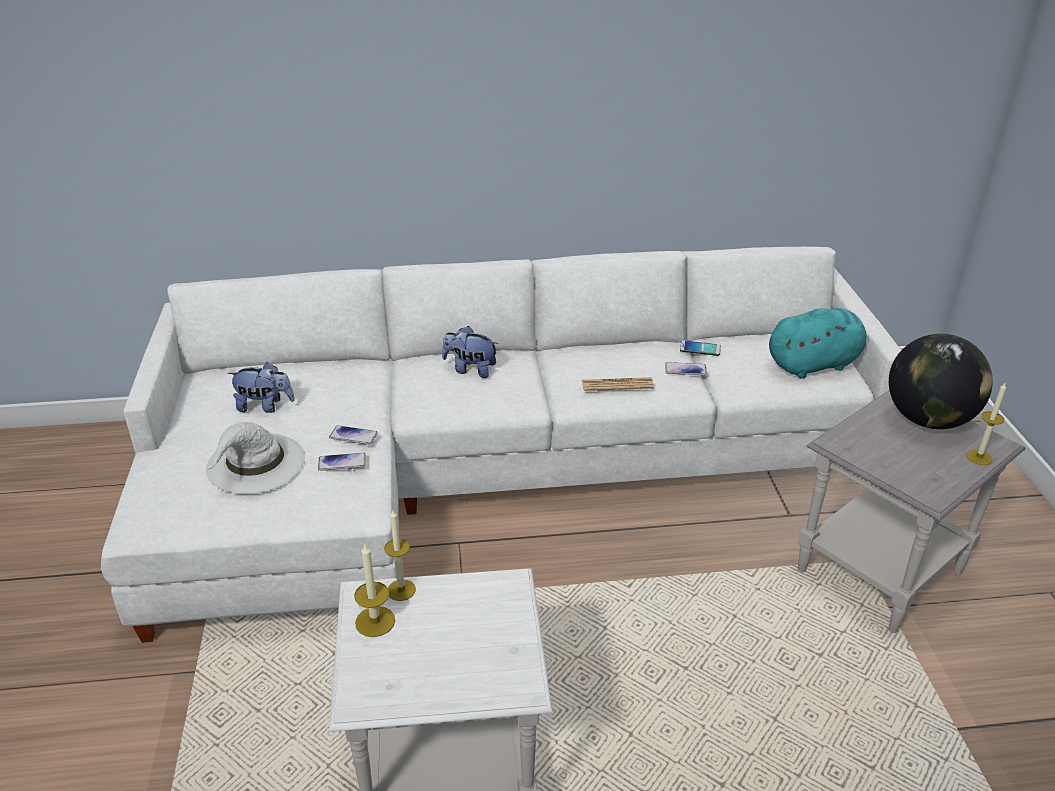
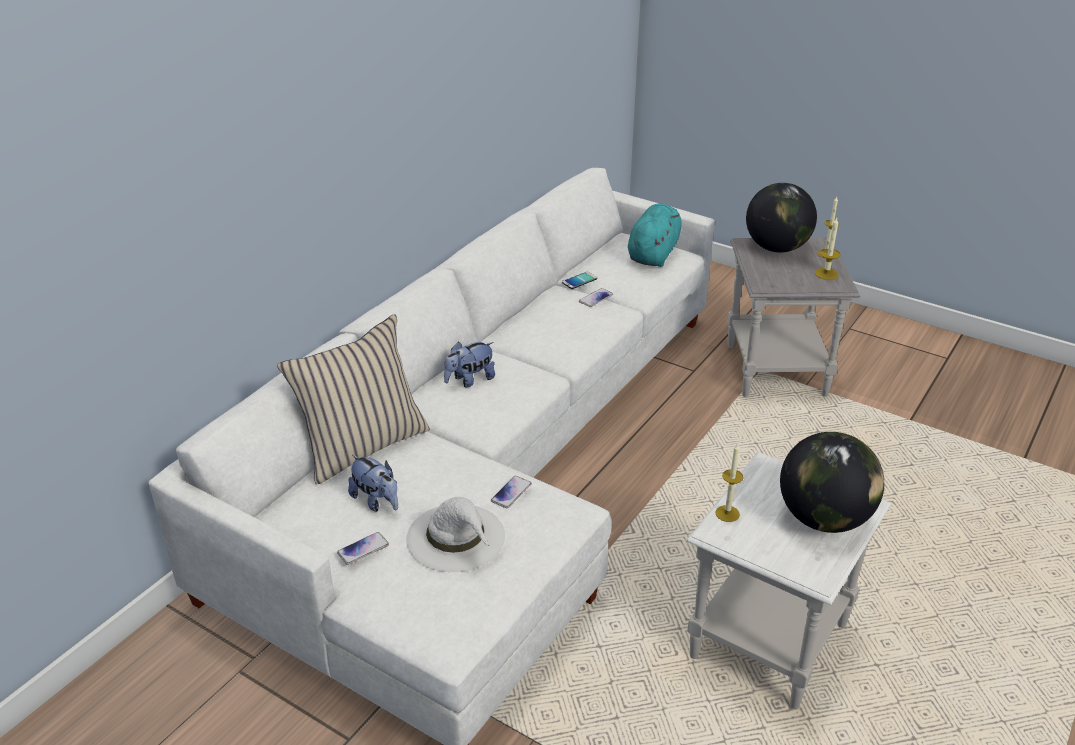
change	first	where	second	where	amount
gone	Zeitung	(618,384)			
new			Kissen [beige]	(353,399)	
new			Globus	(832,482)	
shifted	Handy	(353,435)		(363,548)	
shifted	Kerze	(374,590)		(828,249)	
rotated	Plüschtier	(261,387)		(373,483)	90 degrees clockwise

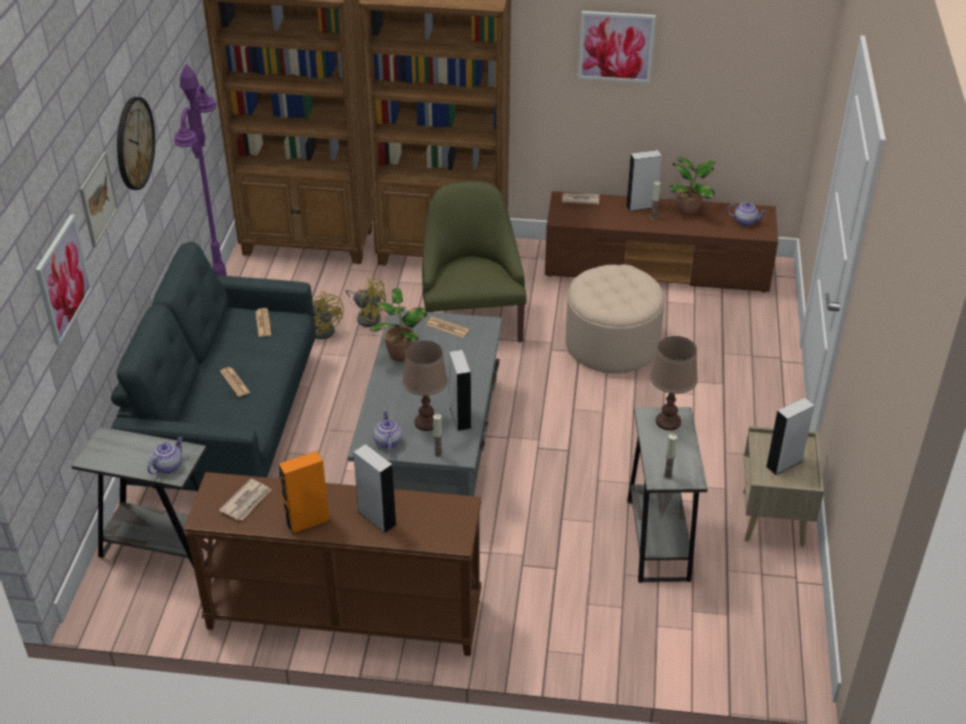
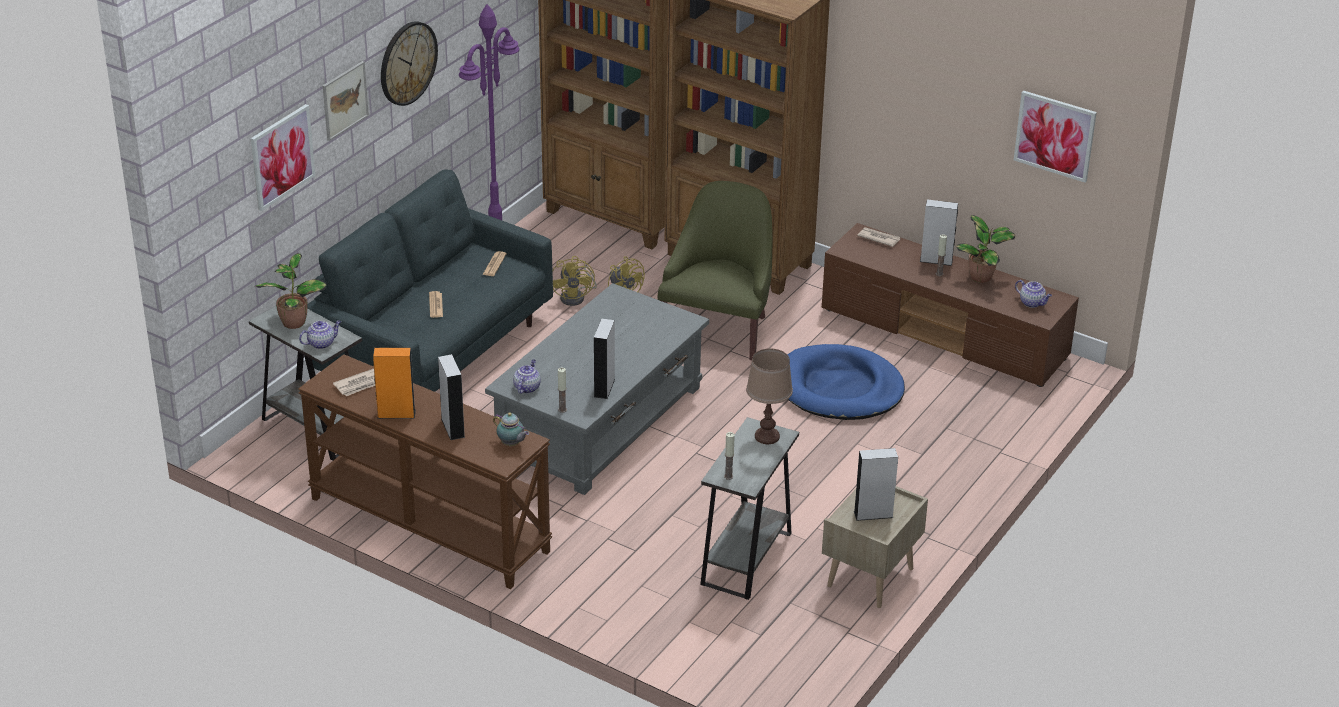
change	first	where	second	where	amount
gone	Tischlampe [braun]	(425,386)			
gone	Zeitung	(447,327)			
new			Teekanne	(511,429)	
shifted	Topfpflanze	(398,324)		(291,291)	
shifted	Bild	(617,47)		(1055,136)	
swapped	Polsterhocker [beige]	(615,319)	Hundebett [blau]	(846,382)	

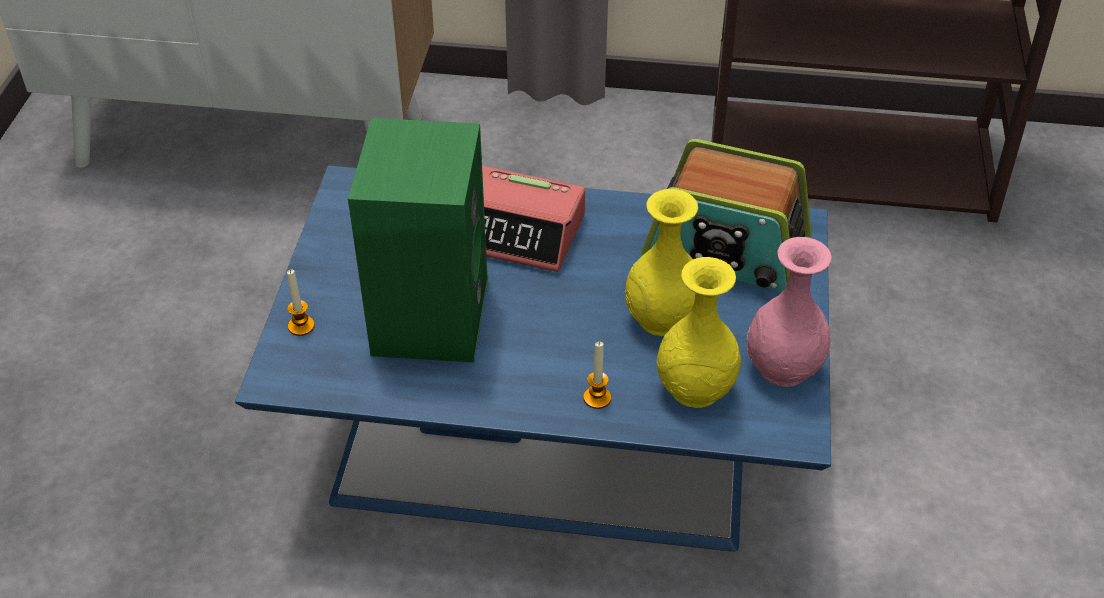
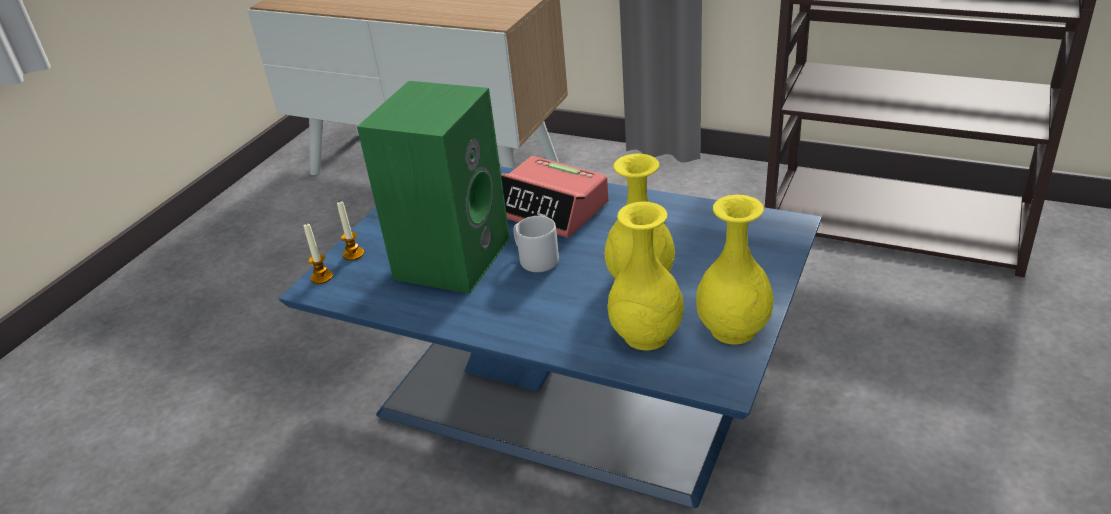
change	first	where	second	where	amount
gone	Radio	(726,215)			
new			Henkelbecher [grau]	(536,244)	
shifted	Kerze	(597,375)		(318,254)	
repainted	Vase [rosa]	(789,312)	Vase [gelb]	(735,269)	

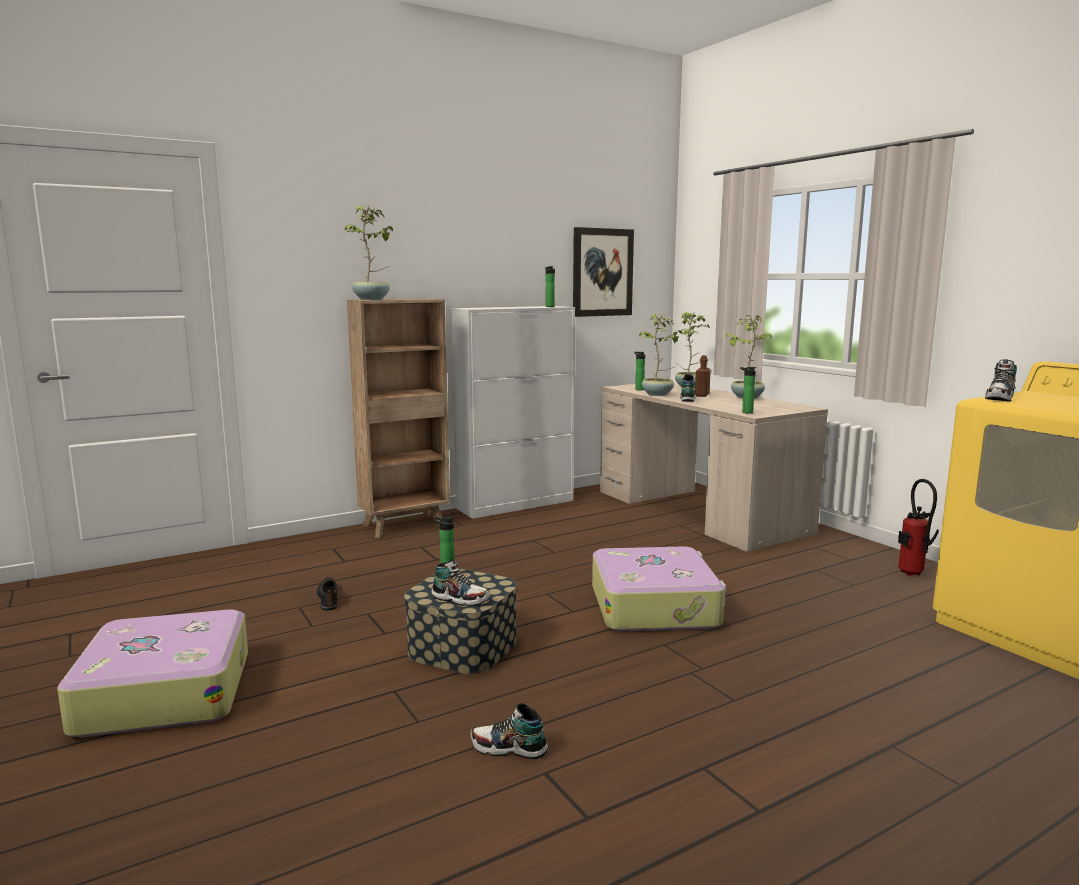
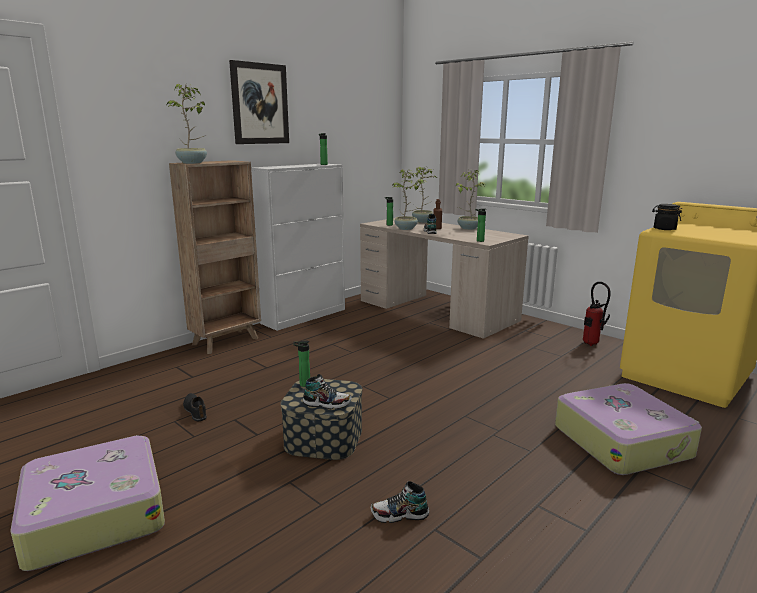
change	first	where	second	where	amount
shifted	Bild	(603,272)		(259,102)	
shifted	Koffer	(659,589)		(628,429)	
swapped	Schuh	(1001,380)	Vorratsglas [schwarz]	(667,217)	

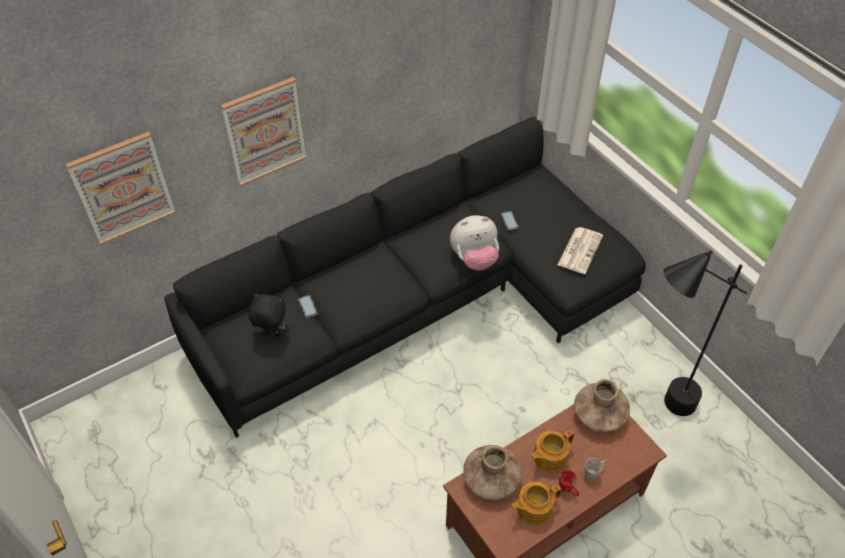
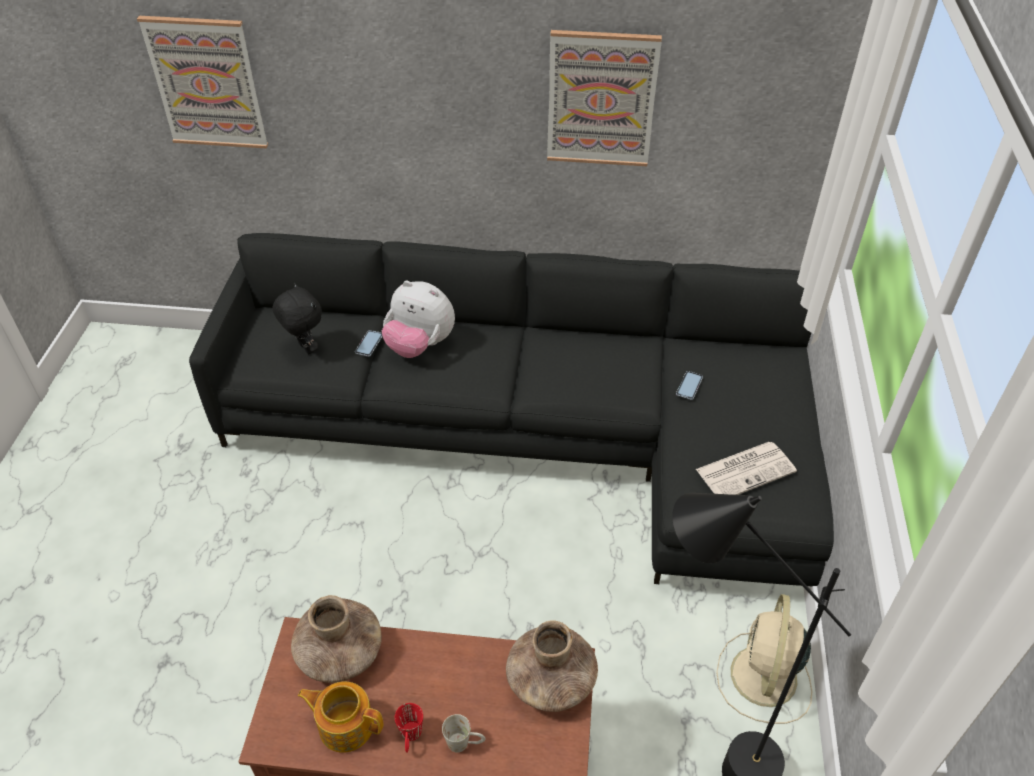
change	first	where	second	where	amount
gone	Teekanne	(552,451)			
new			Ventilator [beige]	(764,659)	
shifted	Bild	(264,131)		(604,98)	
shifted	Plüschtier	(474,243)		(418,319)	

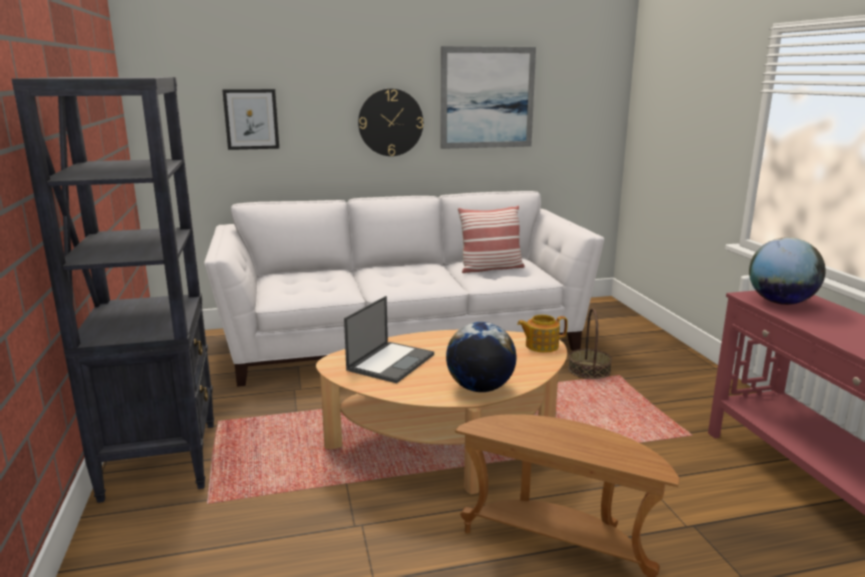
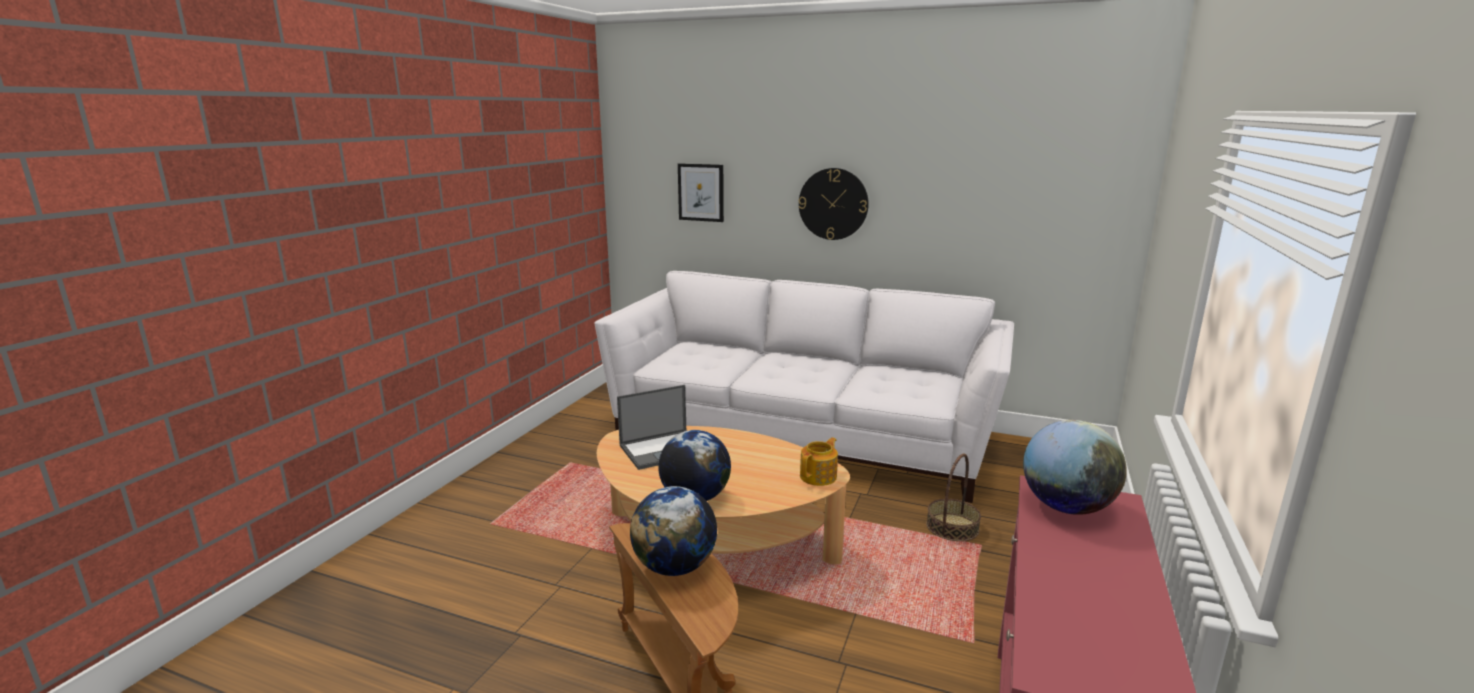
change	first	where	second	where	amount
gone	Bücherregal [schwarz]	(113,290)			
gone	Bild	(488,97)			
gone	Kissen	(491,239)			
new			Globus	(673,531)	
rotated	Teekanne	(542,334)		(819,461)	105 degrees clockwise

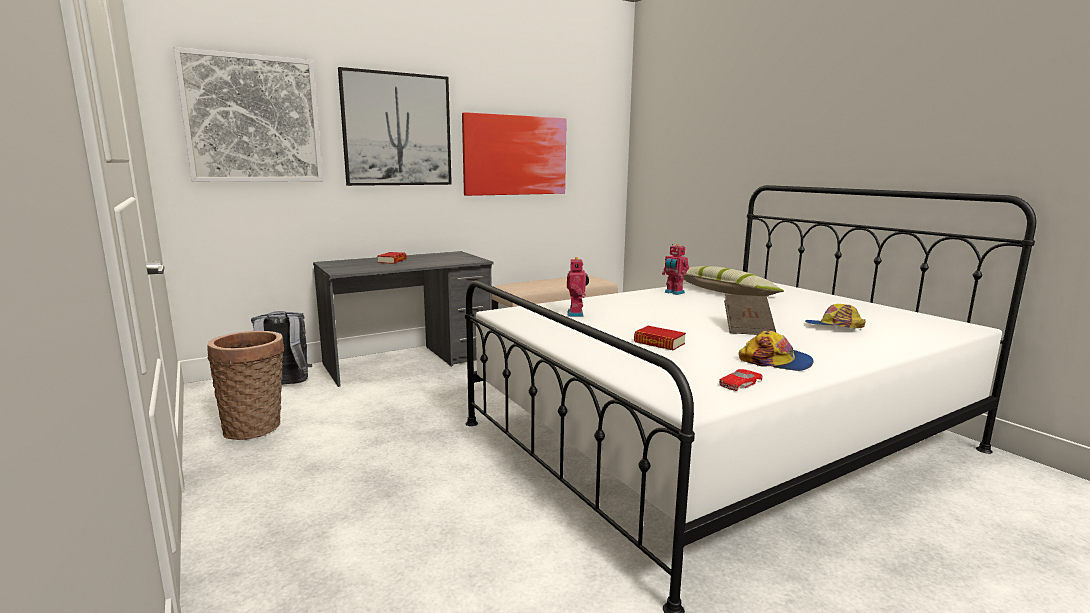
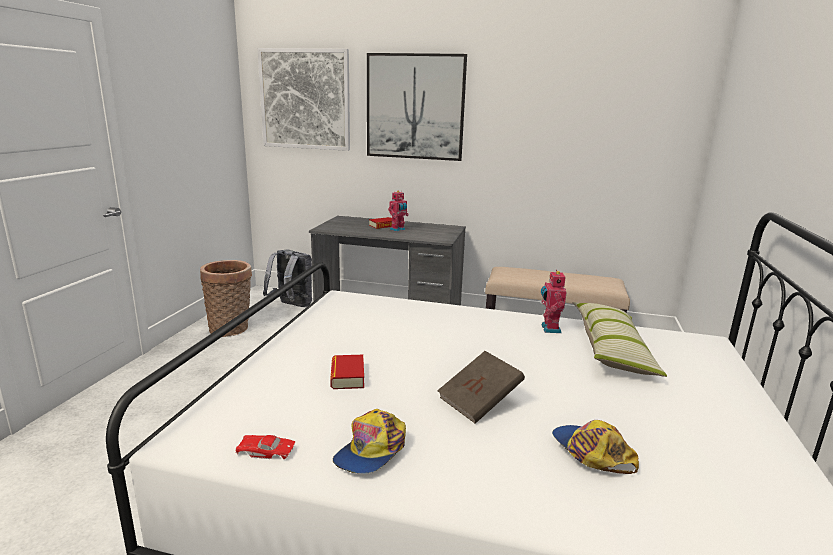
change	first	where	second	where	amount
gone	Bild	(514,154)			
shifted	Spielzeugroboter	(578,287)		(398,211)	
rotated	Kappe	(776,351)		(369,441)	45 degrees clockwise

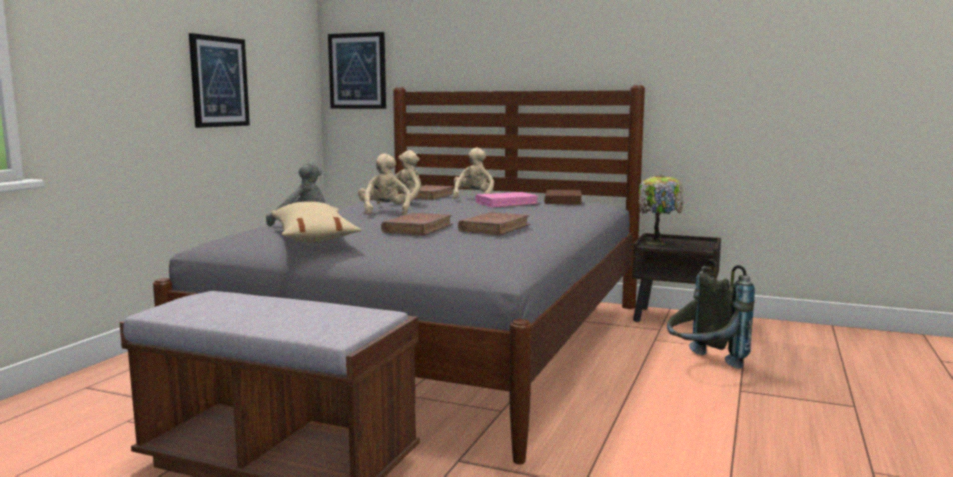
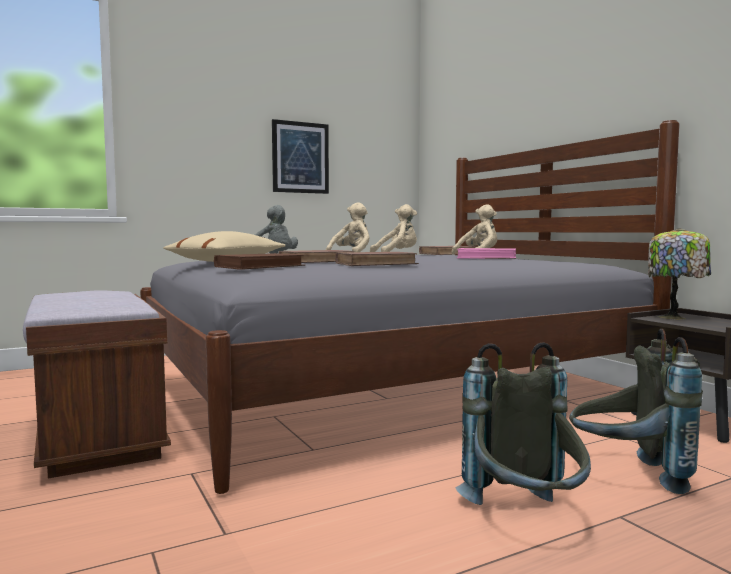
change	first	where	second	where	amount
gone	Bild	(357,70)			
new			Rucksack [grau]	(523,423)	
shifted	Buch [braun]	(563,197)		(259,261)	

